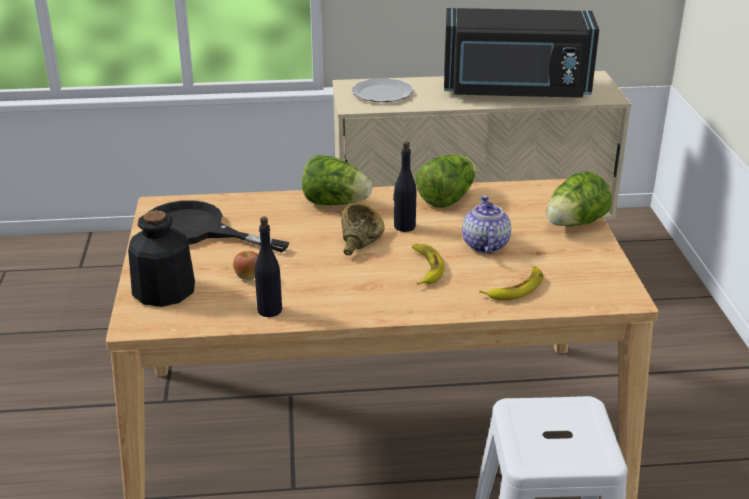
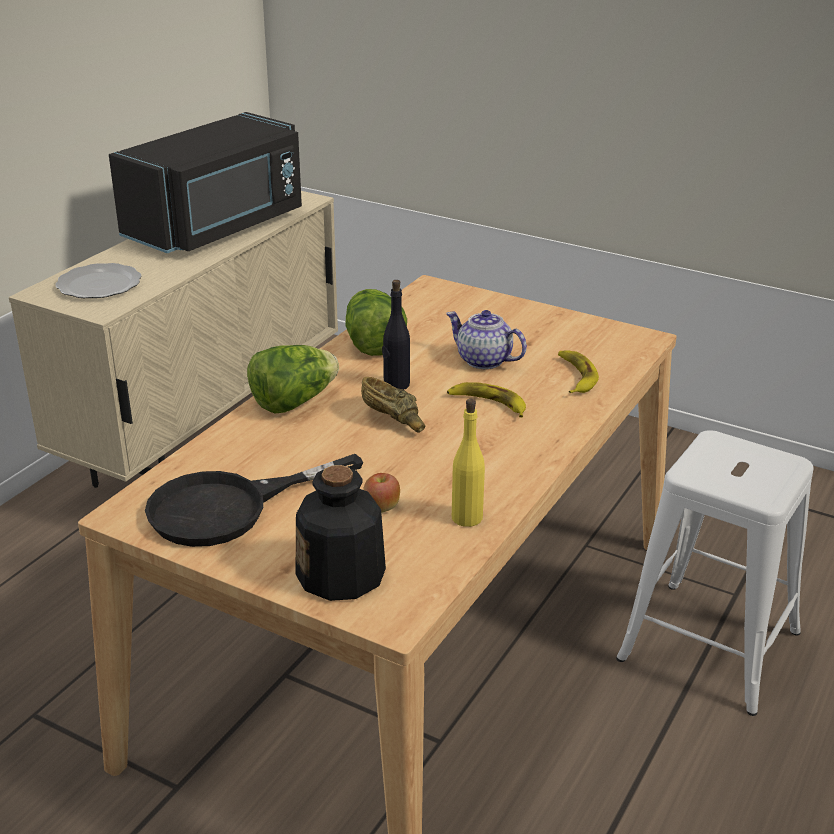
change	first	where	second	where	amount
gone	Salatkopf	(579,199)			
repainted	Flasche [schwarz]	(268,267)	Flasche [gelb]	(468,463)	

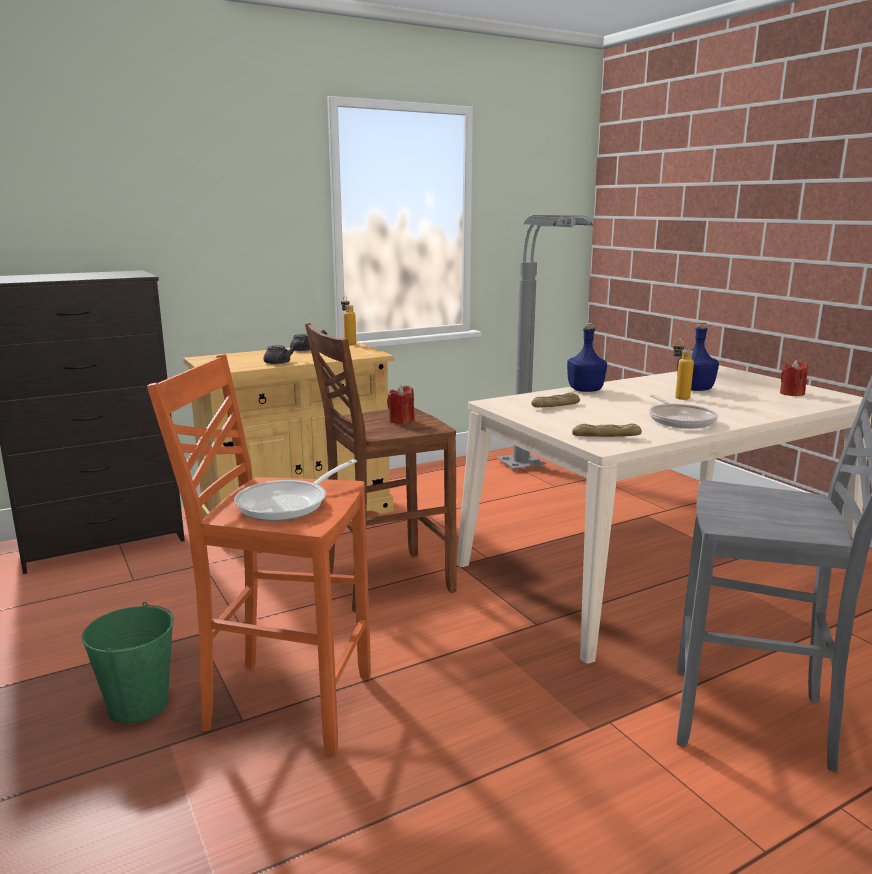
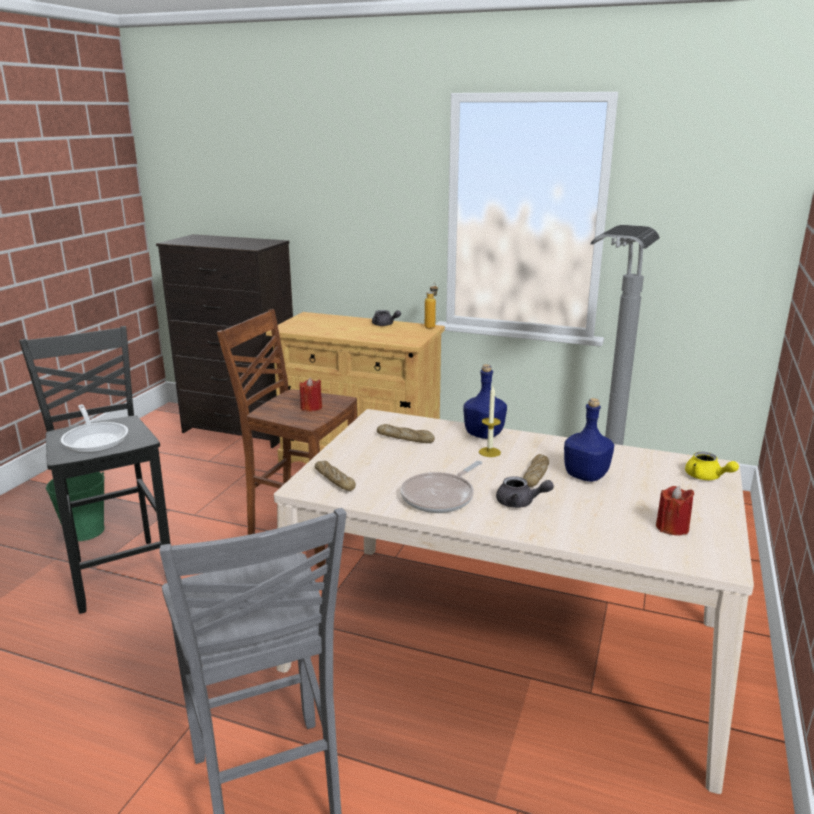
change	first	where	second	where	amount
new			Kerze	(490,421)	
new			Teekanne [gelb]	(712,466)	
shifted	Teekanne [grau]	(282,352)		(525,492)	
swapped	Flasche	(683,369)	Brot	(536,470)	
repainted	Hocker [orange]	(259,555)	Hocker [schwarz]	(94,470)	
rotated	Pfanne	(295,490)		(94,429)	120 degrees counterclockwise

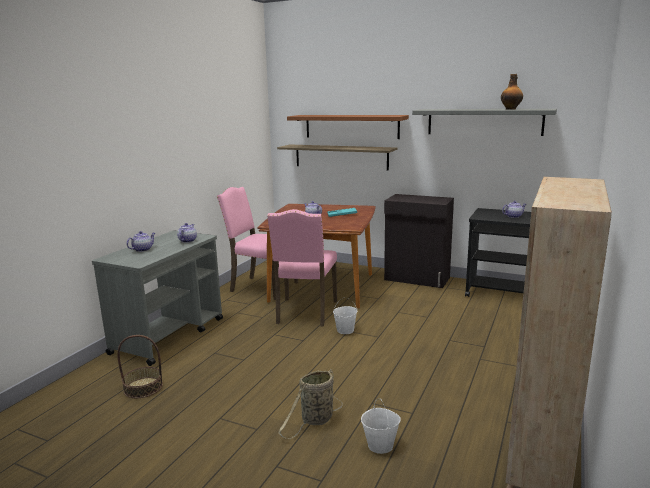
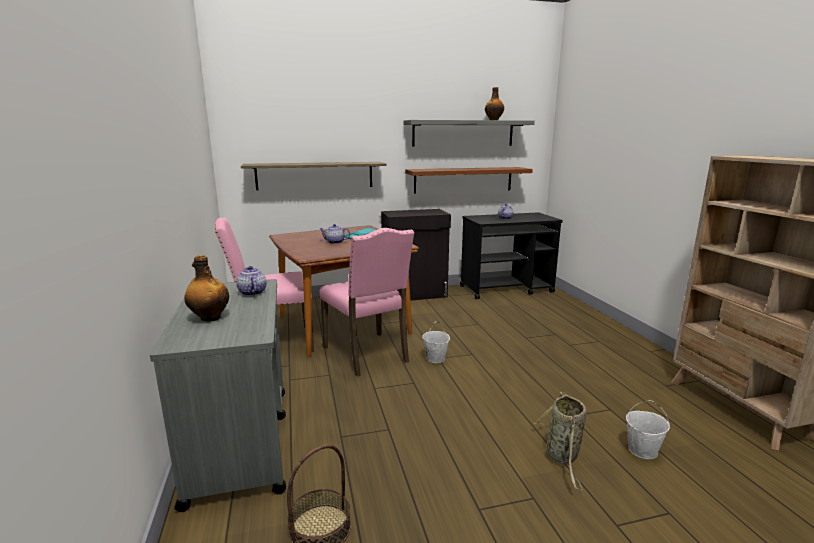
change	first	where	second	where	amount
shifted	Wandregal [braun]	(348,127)		(469,180)	
swapped	Teekanne	(140,241)	Flasche	(206,288)	

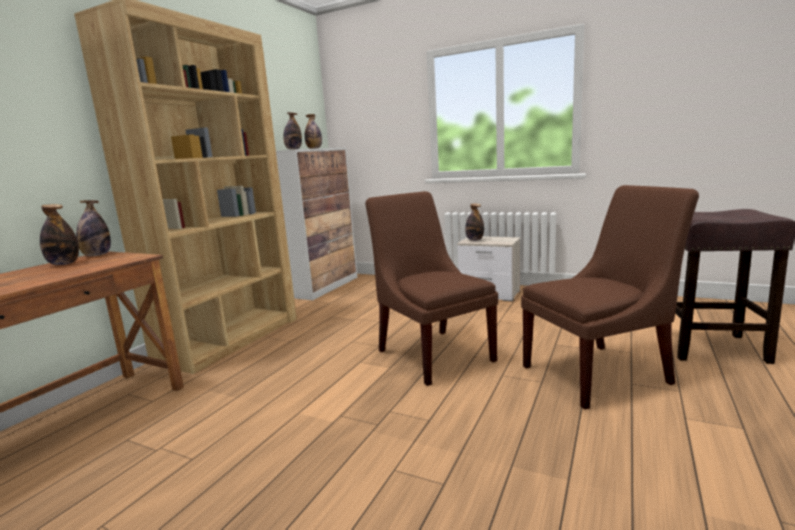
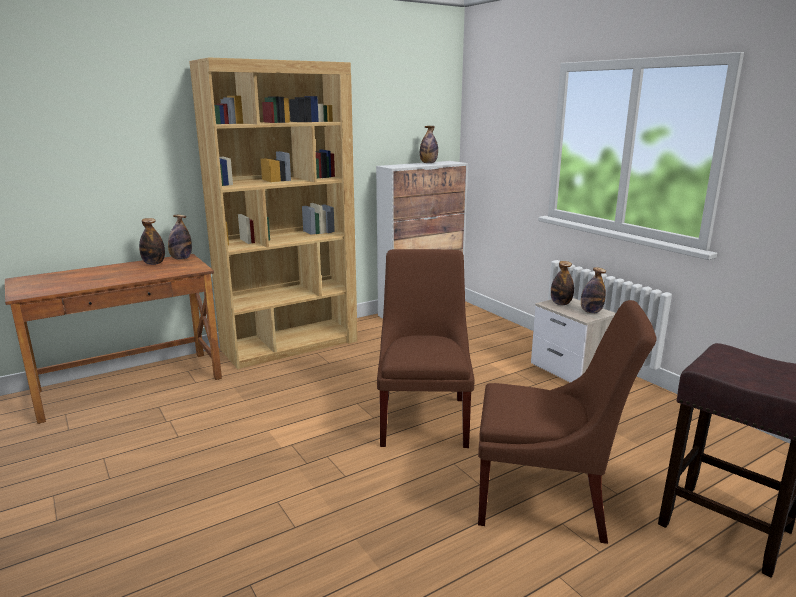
change	first	where	second	where	amount
shifted	Flasche	(292,130)		(593,290)	

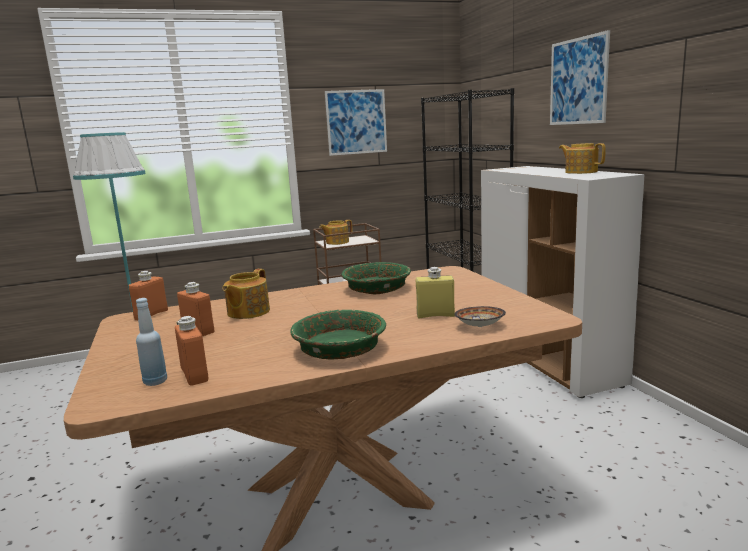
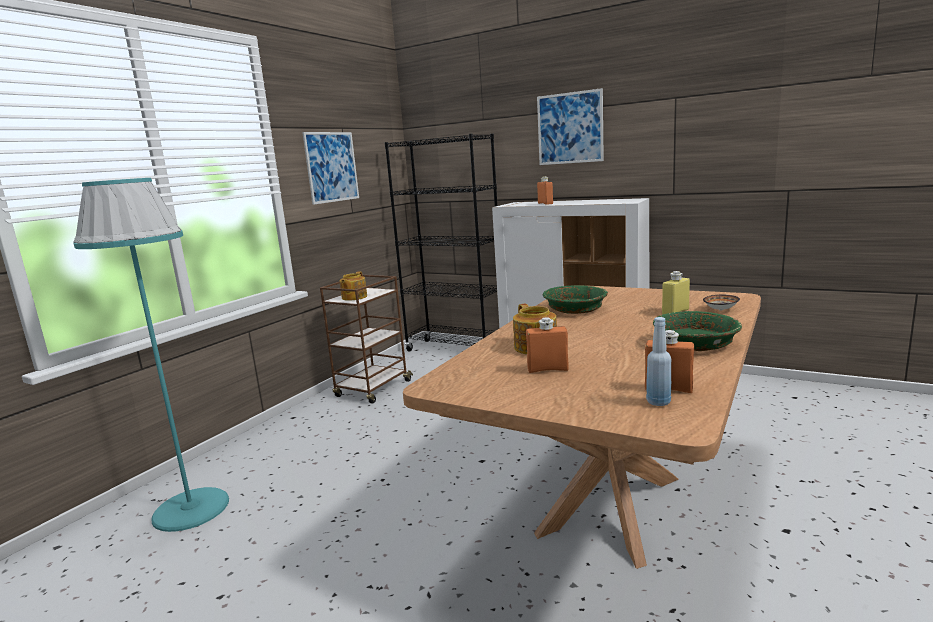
change	first	where	second	where	amount
gone	Teekanne	(582,158)			
shifted	Flasche [orange]	(148,295)		(545,190)	

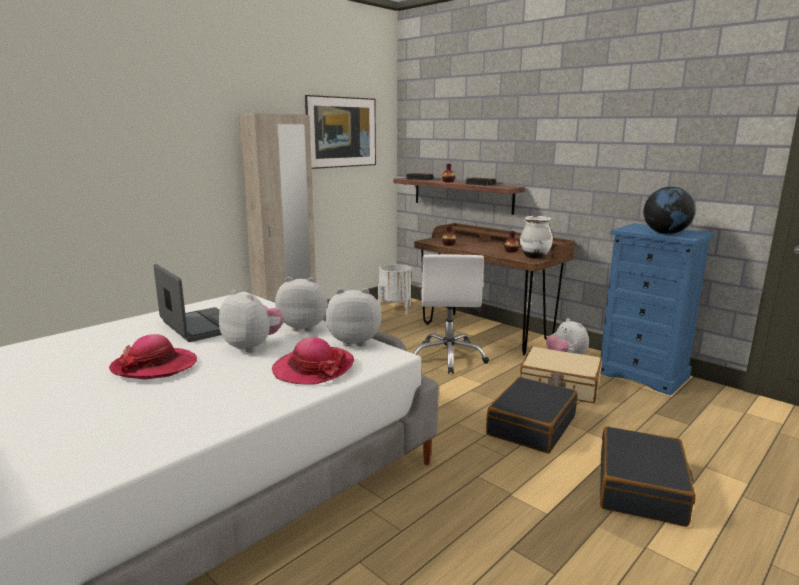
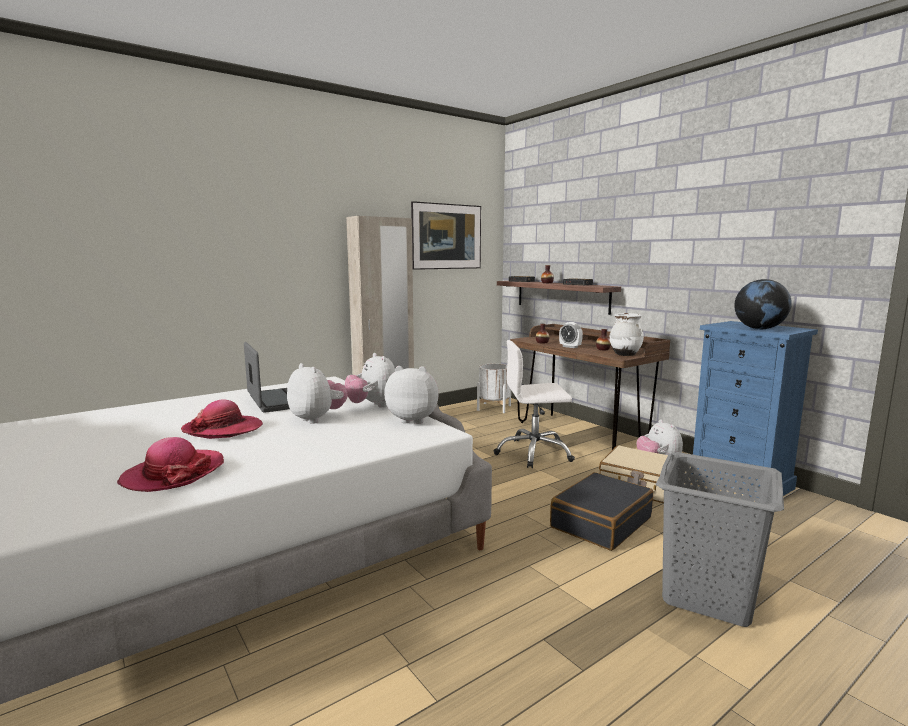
change	first	where	second	where	amount
new			Wecker	(571,335)	
shifted	Hut	(313,360)		(170,464)	
swapped	Koffer [schwarz]	(648,477)	Wäschekorb [grau]	(720,539)	
rotated	Plüschtier	(301,304)		(370,380)	135 degrees counterclockwise
rotated	Bürostuhl [weiß]	(451,314)		(534,404)	75 degrees clockwise

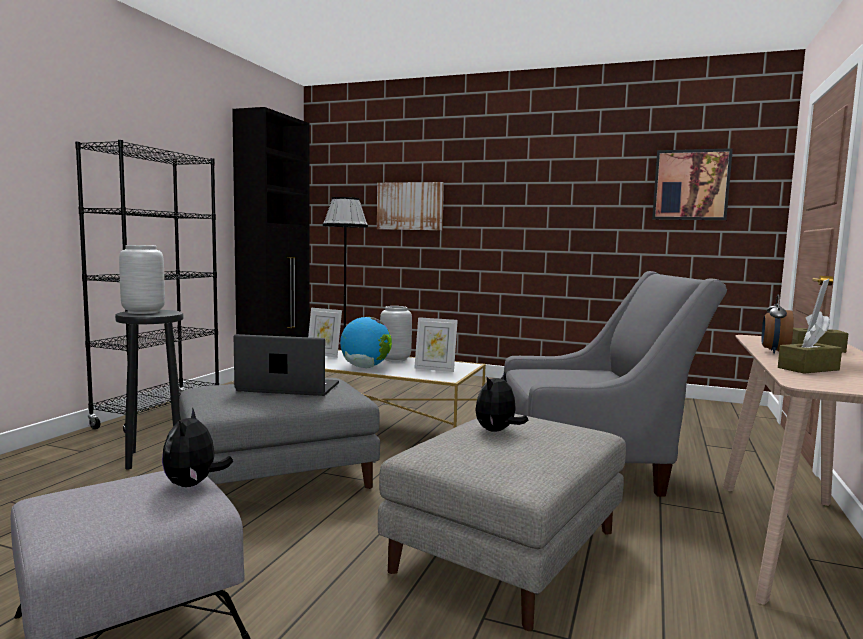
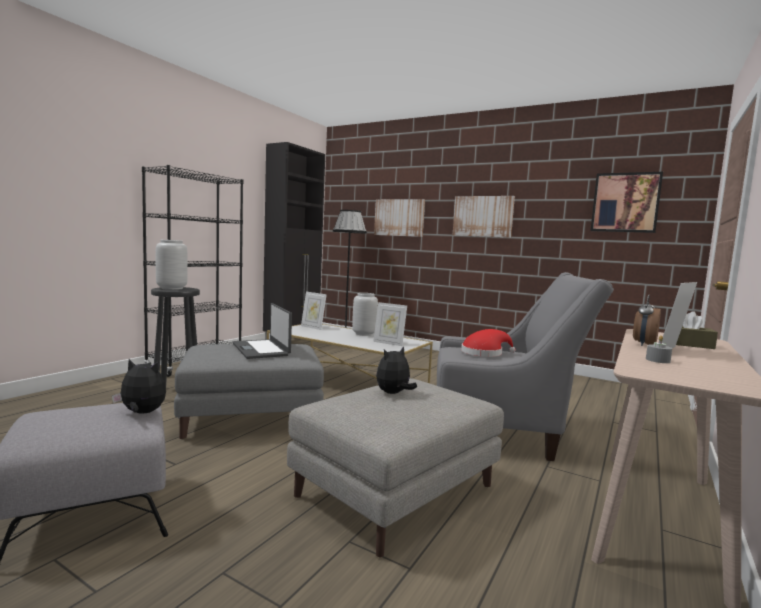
change	first	where	second	where	amount
gone	Globus	(366,342)			
new			Bild	(484,217)	
new			Hut [rot]	(488,343)	
swapped	Taschentuchbox [braun]	(810,349)	Kerze [grau]	(659,349)	
rotated	Plüschtier	(197,447)		(139,386)	90 degrees clockwise
rotated	Laptop	(286,365)		(262,331)	135 degrees counterclockwise

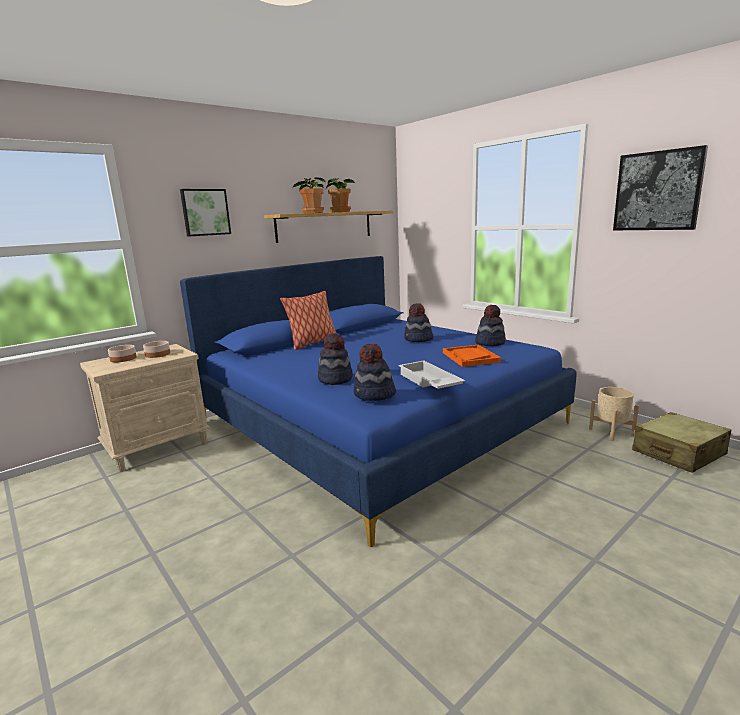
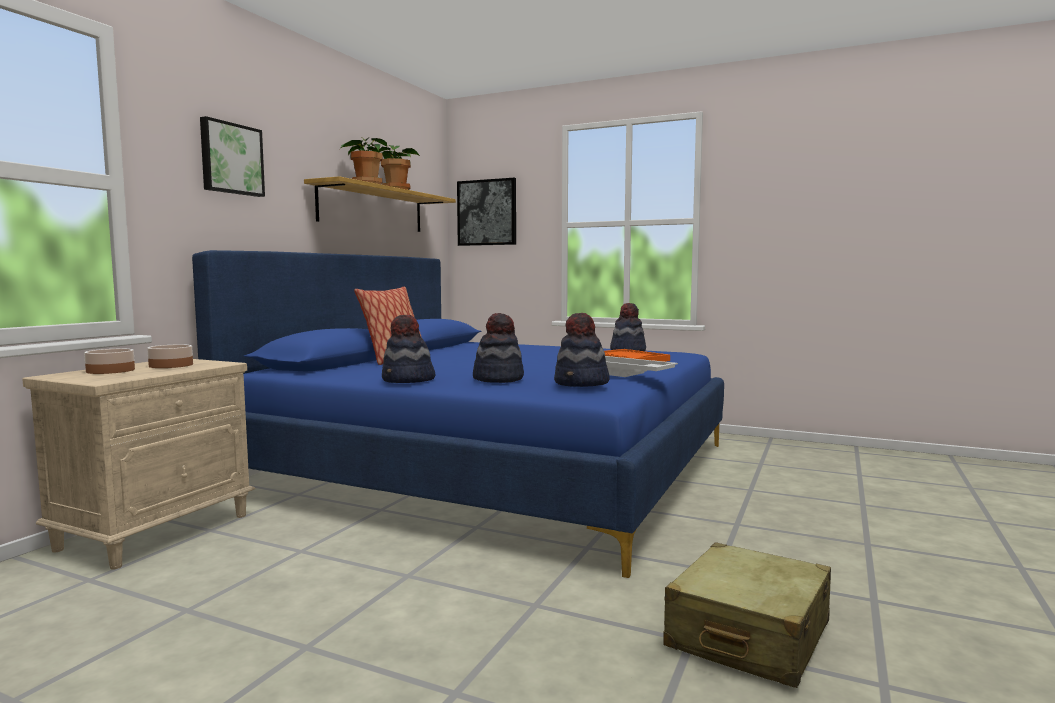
change	first	where	second	where	amount
gone	Pflanzkübel [beige]	(614,414)			
shifted	Hut	(419,323)		(408,349)	
shifted	Bild	(660,187)		(486,212)	
shifted	Koffer [beige]	(681,442)		(747,615)	

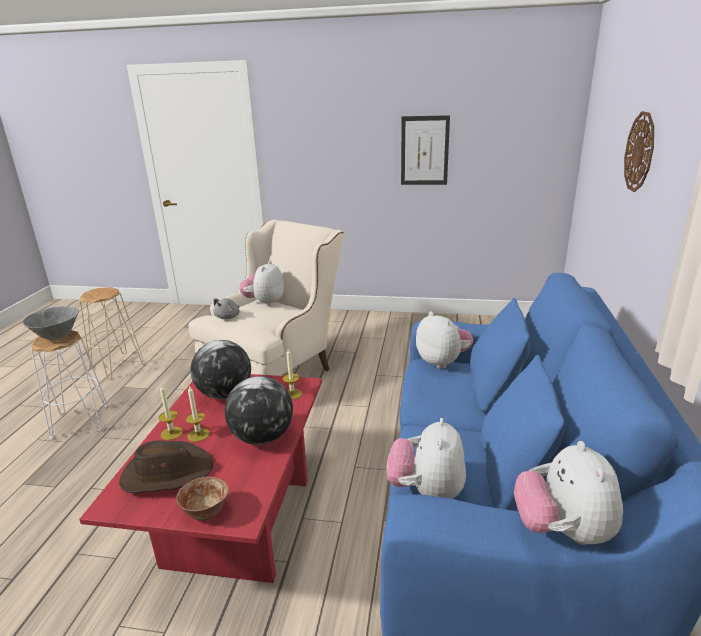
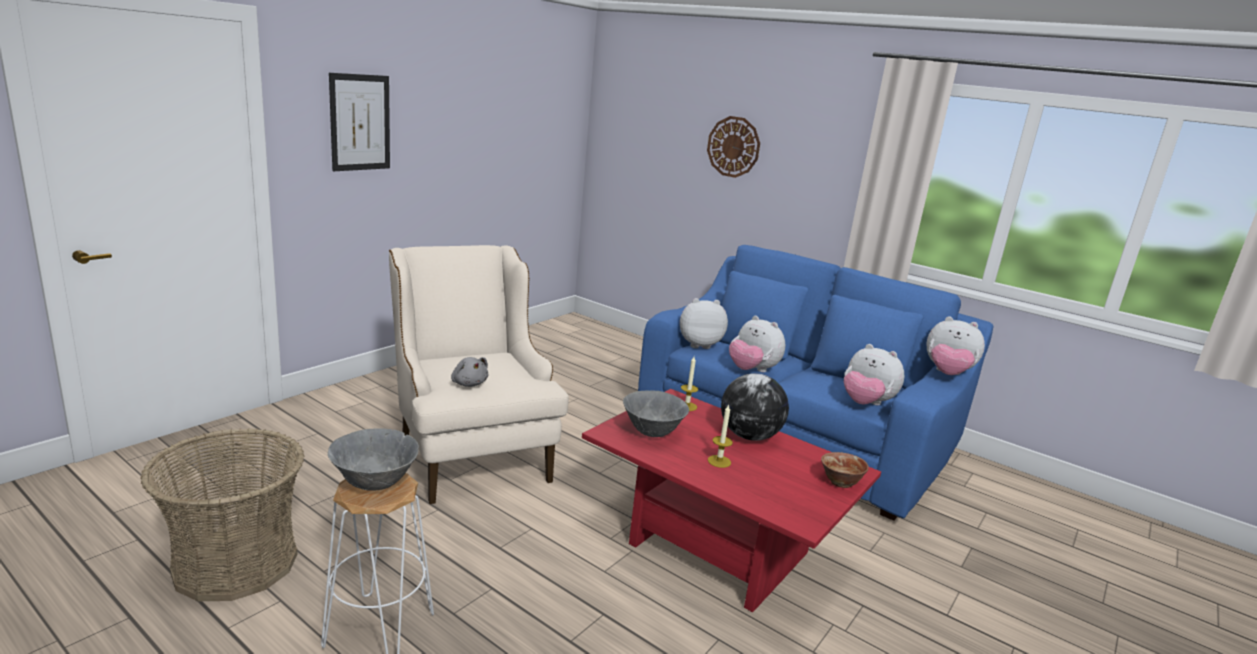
change	first	where	second	where	amount
gone	Hut [braun]	(166,466)			
gone	Kerze	(171,412)			
shifted	Plüschtier	(261,283)		(757,344)	
shifted	Bild	(425,150)		(359,122)	
swapped	Hocker [beige]	(112,333)	Korb	(222,514)	
swapped	Globus	(220,369)	Schüssel [grau]	(656,414)	

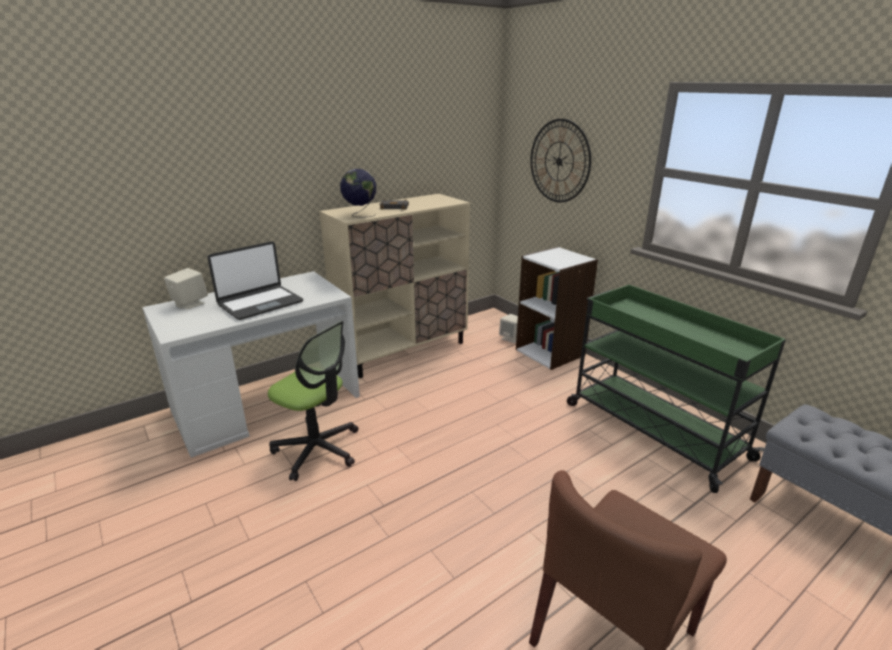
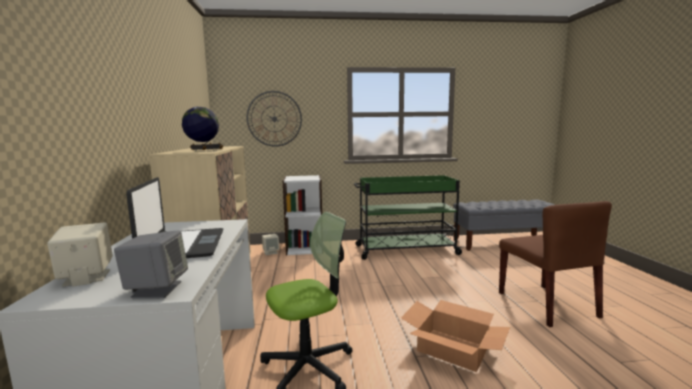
change	first	where	second	where	amount
new			Lautsprecher [grau]	(151,264)	
new			Karton	(455,336)	

